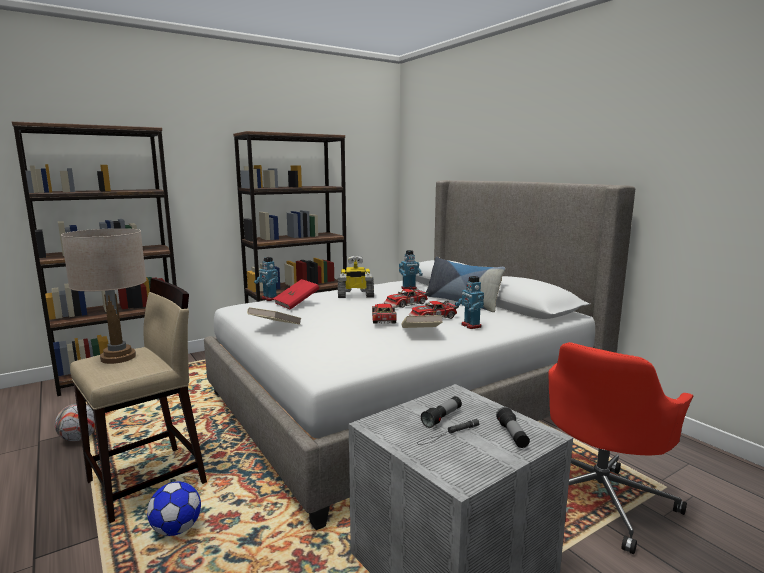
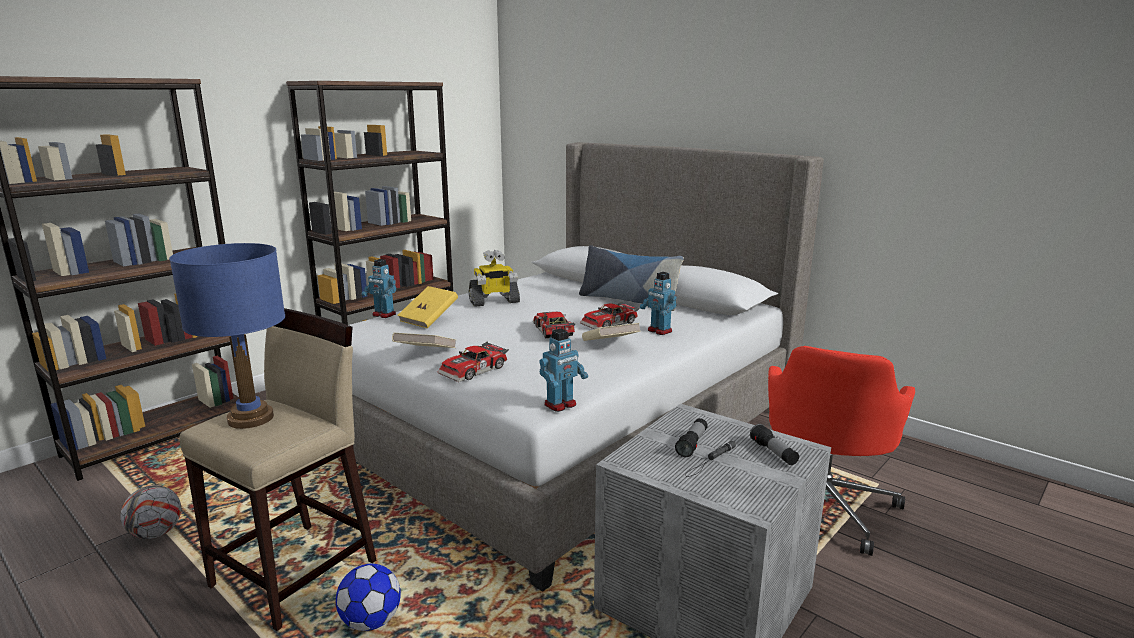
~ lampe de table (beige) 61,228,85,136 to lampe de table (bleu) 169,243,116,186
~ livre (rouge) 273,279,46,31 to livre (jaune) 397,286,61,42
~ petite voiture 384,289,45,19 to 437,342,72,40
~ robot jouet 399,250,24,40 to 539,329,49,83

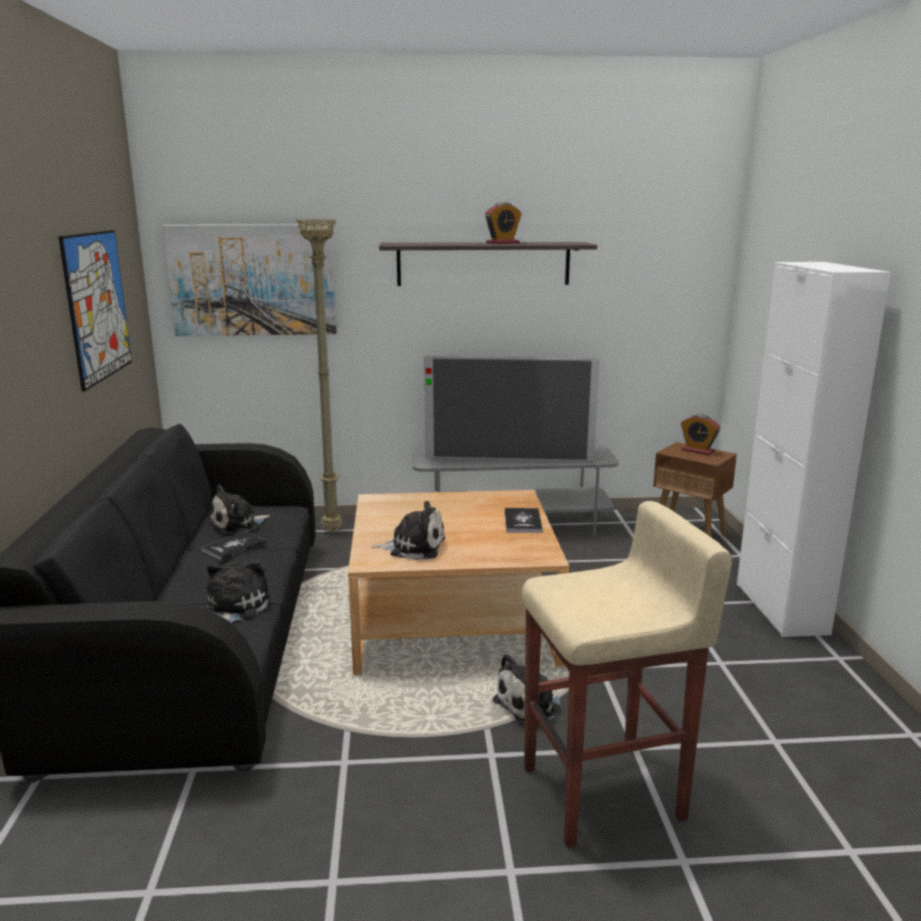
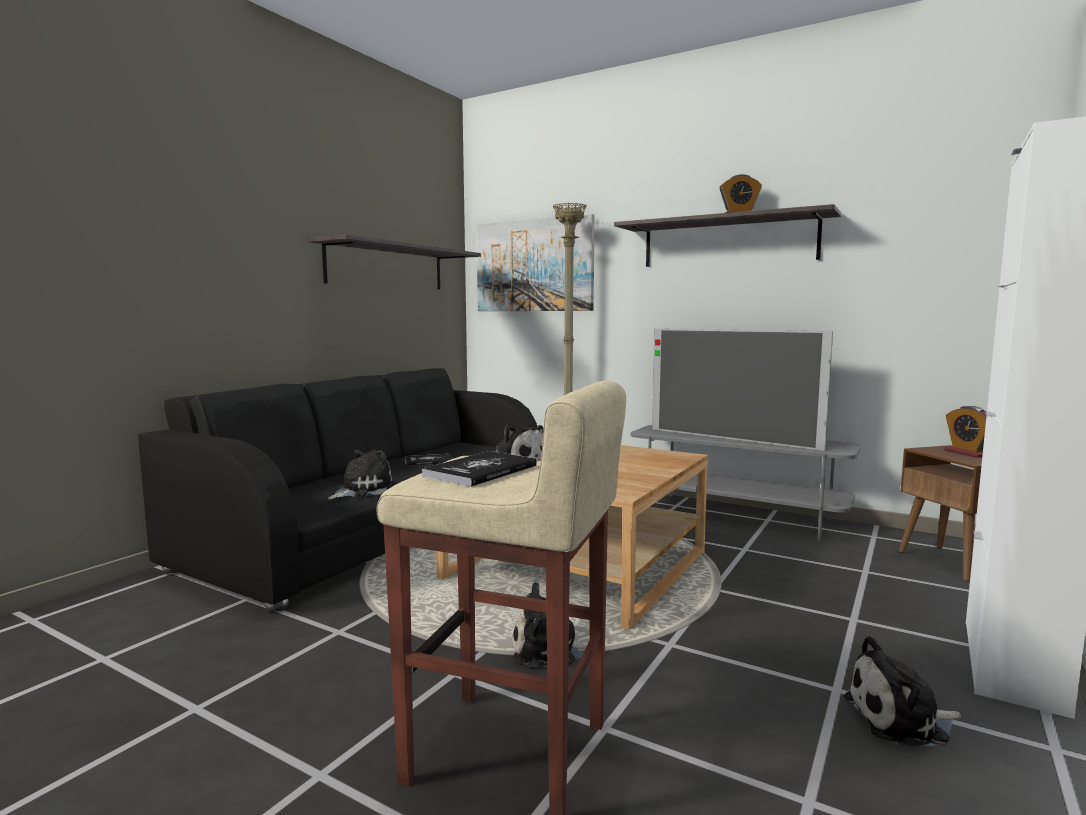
~ tableau 58,230,74,162 to étagère 309,234,172,56
~ peluche 209,485,61,49 to 844,636,117,111
~ livre 504,508,39,25 to 422,451,115,36

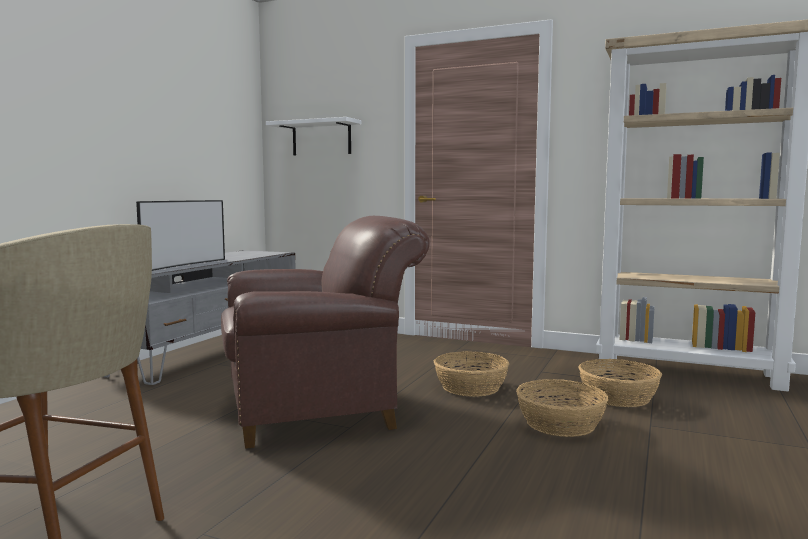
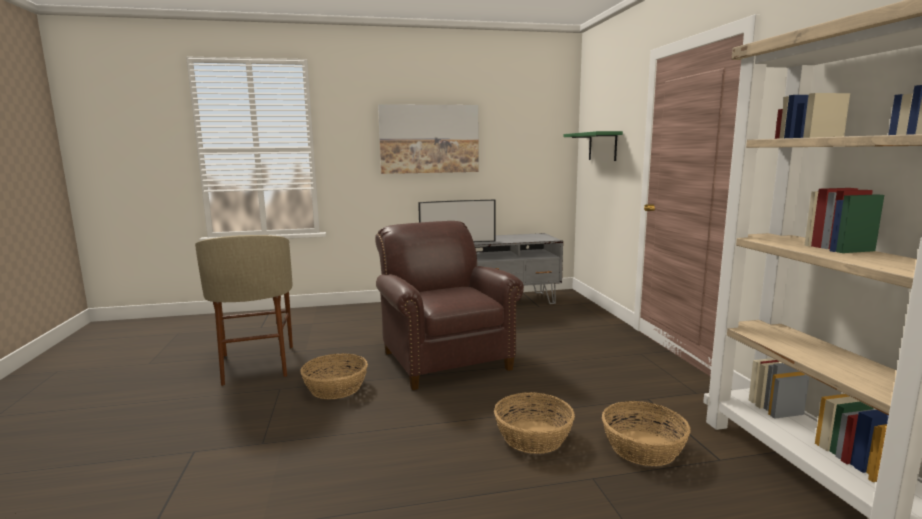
~ fauteuil (marron) 221,216,208,233 = 375,221,149,169 150 degrees counterclockwise
~ étagère (blanc) 266,117,96,39 to étagère (vert) 564,131,59,30
~ panier 434,351,75,46 to 300,353,68,46
+ tableau 378,104,101,70

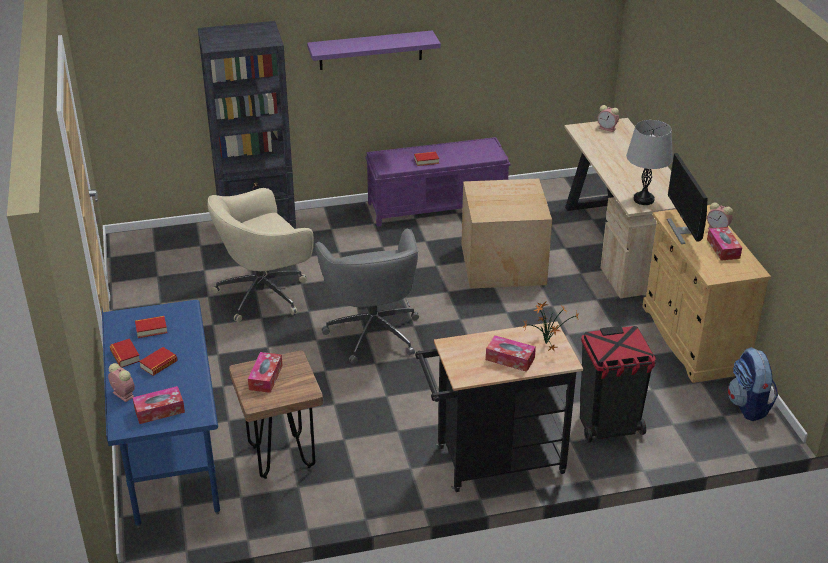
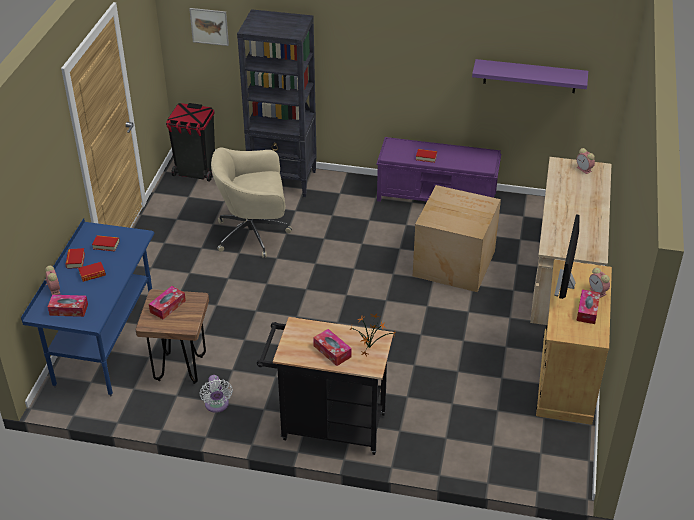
~ étagère (violet) 307,30,134,40 to 472,59,116,34
- chaise de bureau (gris) 315,229,104,135
~ poubelle (noir) 580,326,76,116 to 166,103,49,79
- lampe de table (gris) 626,120,47,85
- sac à dos 728,347,50,74
+ tableau 189,8,40,38
+ ventilateur (blanc) 199,375,34,38

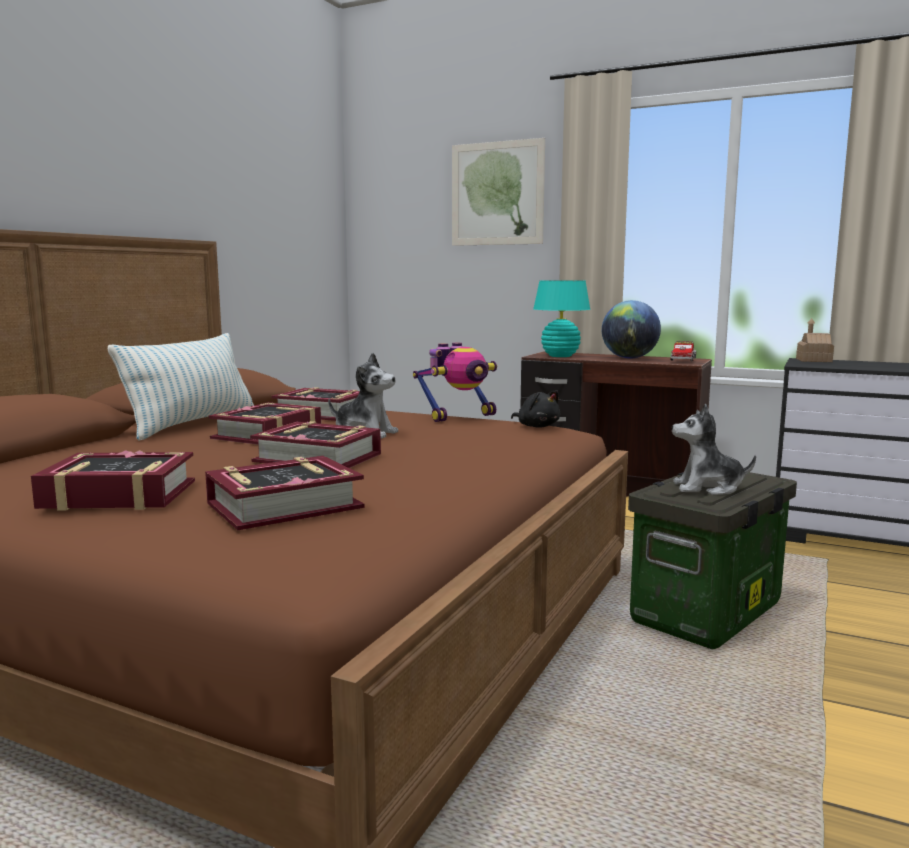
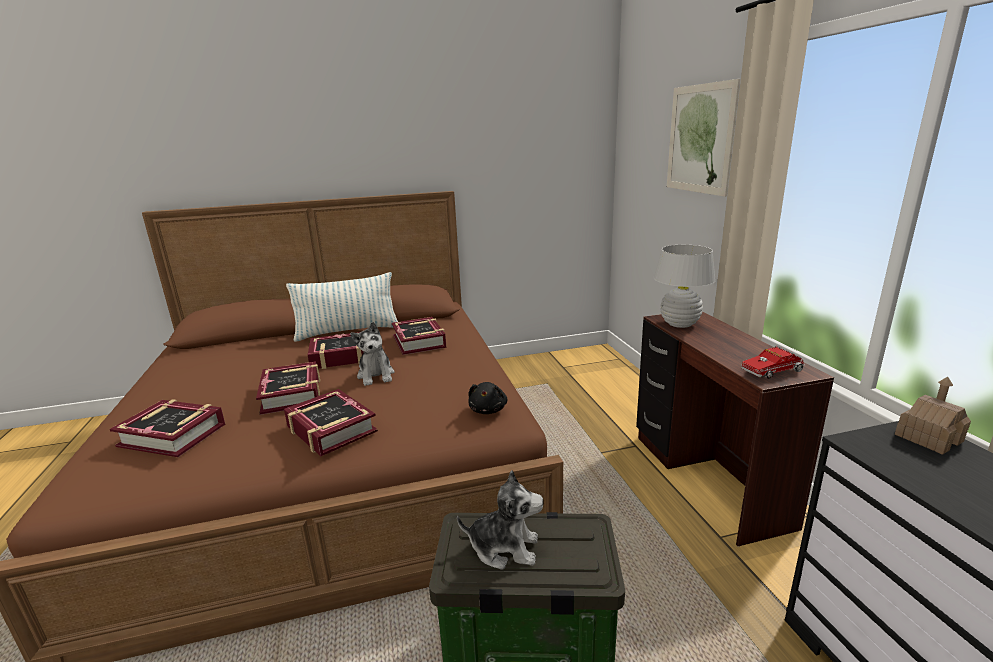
~ livre 31,450,164,60 to 284,389,94,67
- robot jouet 413,343,84,79
~ lampe de table (turquoise) 533,280,57,77 to lampe de table (blanc) 654,245,62,83
- globe 602,300,59,58
~ peluche 672,404,84,91 = 457,470,87,100 135 degrees clockwise

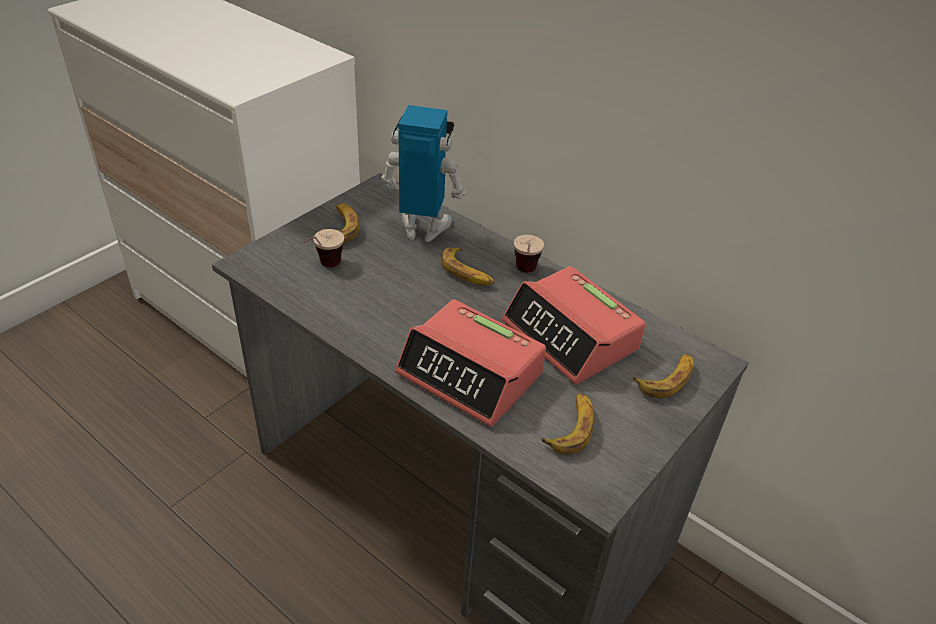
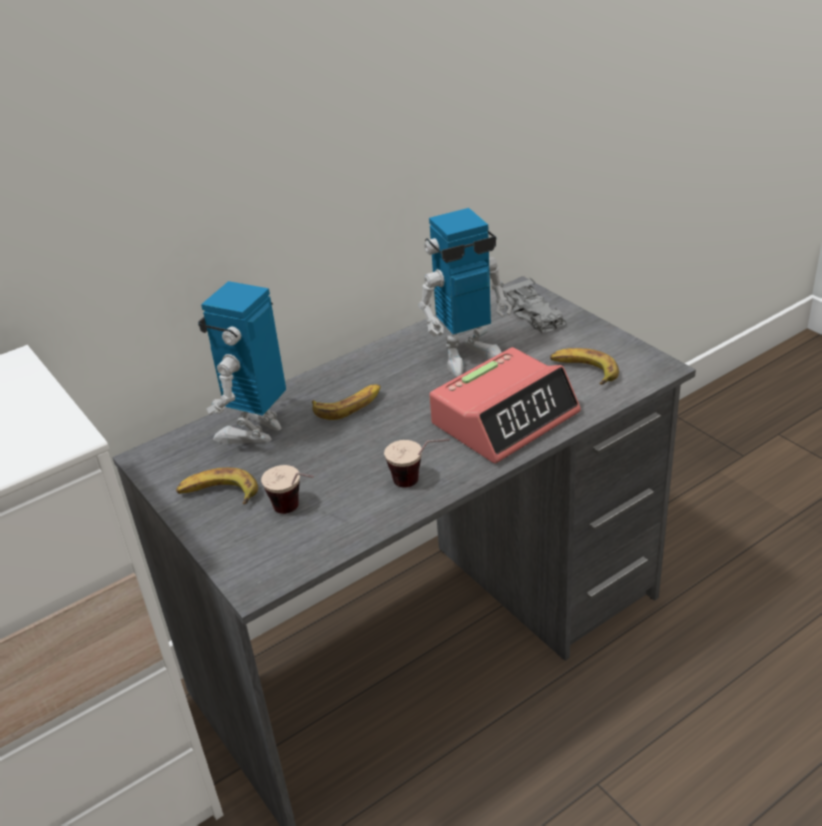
~ réveil 502,266,144,118 to robot jouet 418,208,94,169
~ tasse 514,235,30,38 to 384,439,66,49
~ banane 633,354,61,44 to petite voiture (gris) 502,278,65,56

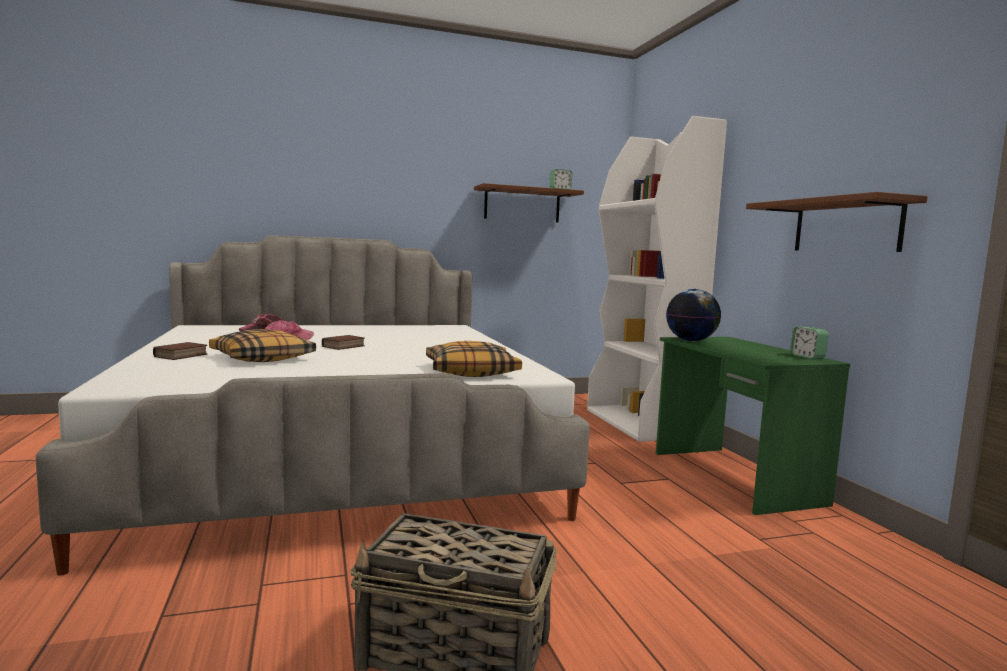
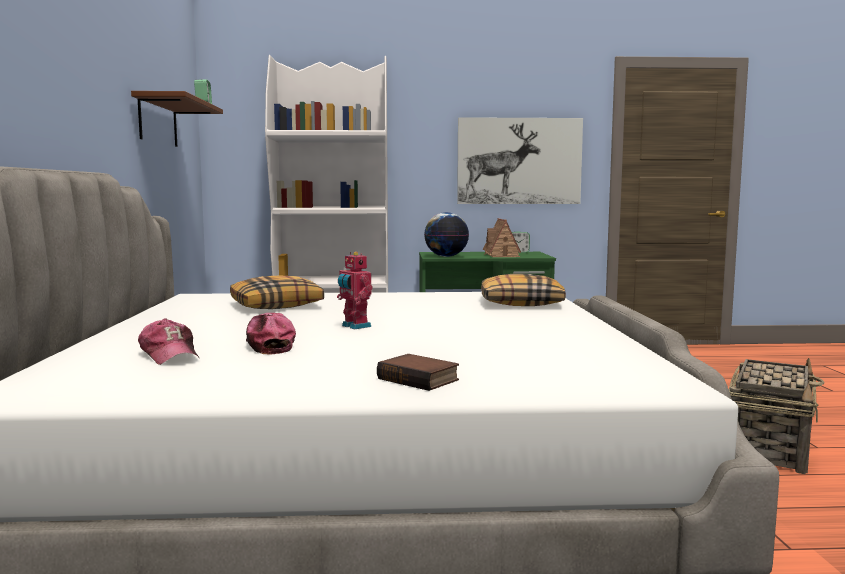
~ coussin 209,329,107,33 to 230,276,94,33
~ livre 322,335,43,15 to robot jouet 337,252,35,77
~ étagère (marron) 746,192,182,60 to tableau 457,117,126,87
+ maison miniature 483,218,38,39

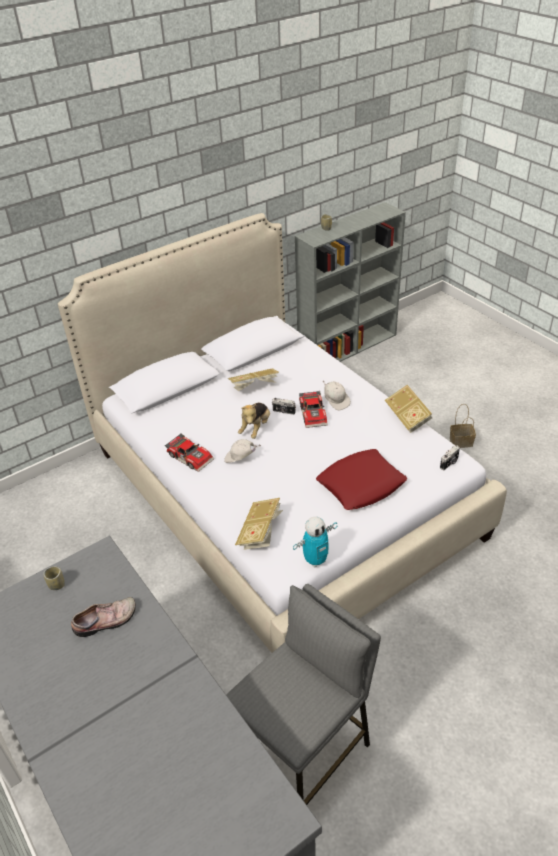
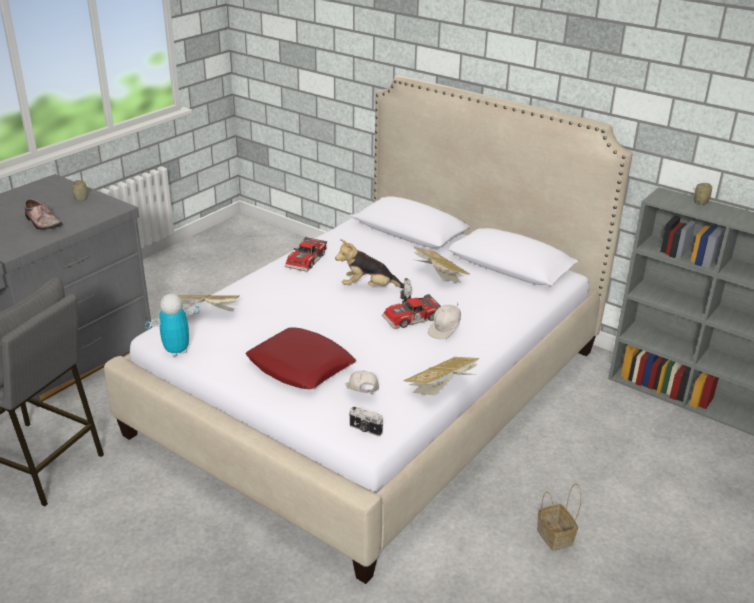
~ casquette (blanc) 224,439,37,24 to 345,371,34,24
~ robot jouet 293,517,45,51 = 145,294,55,63 105 degrees clockwise

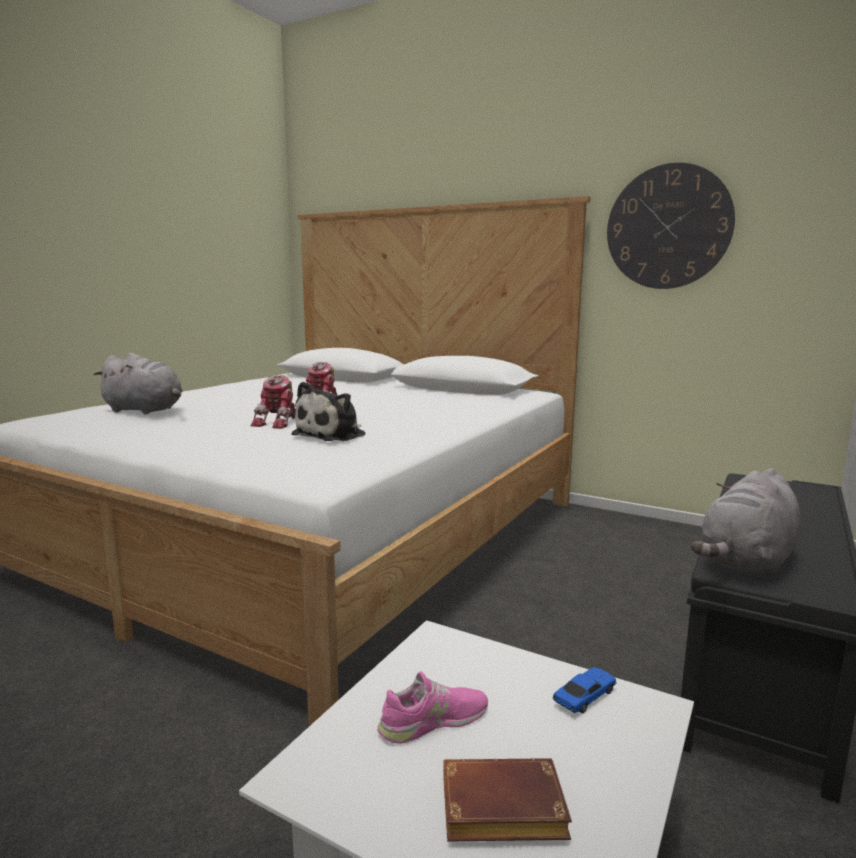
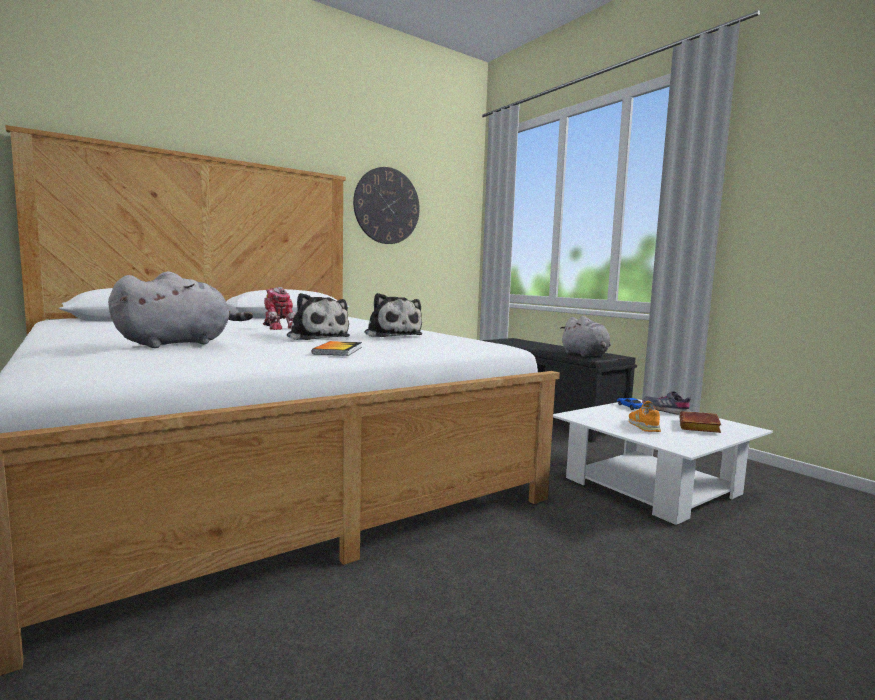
~ robot jouet 250,375,46,54 to peluche 287,293,63,47
~ chaussure (rose) 377,671,111,73 to chaussure (orange) 629,401,32,31
+ livre 312,341,50,15
+ chaussure (gris) 642,391,49,24

